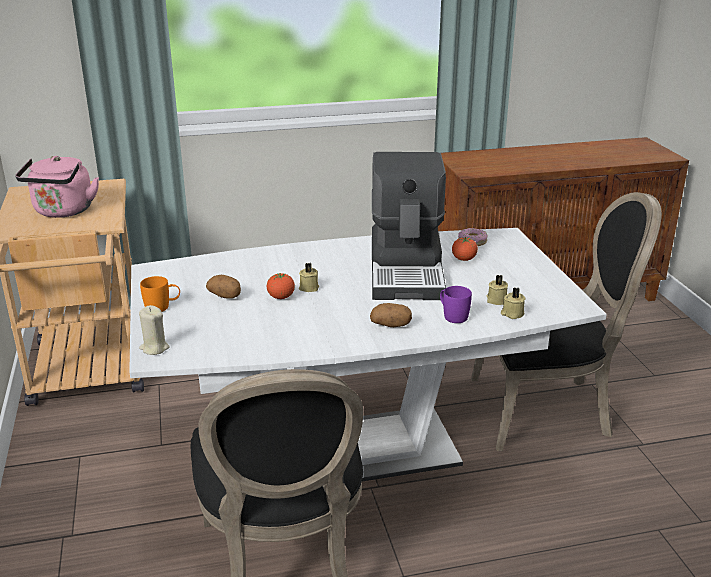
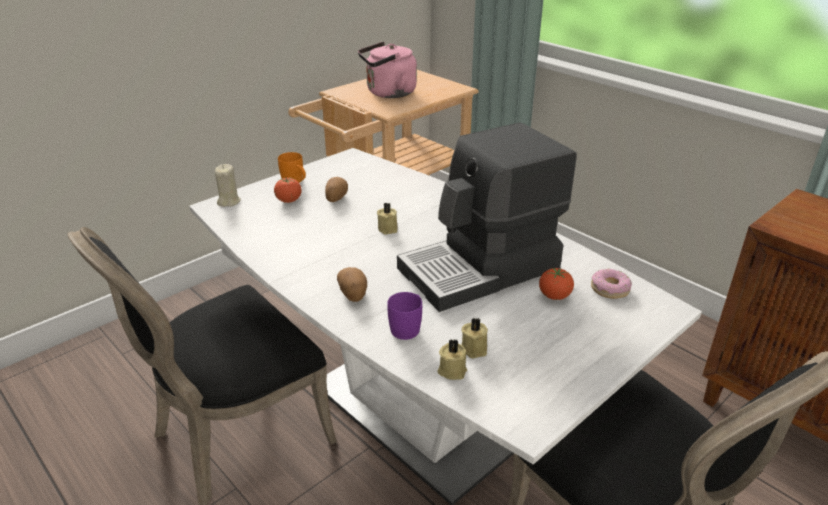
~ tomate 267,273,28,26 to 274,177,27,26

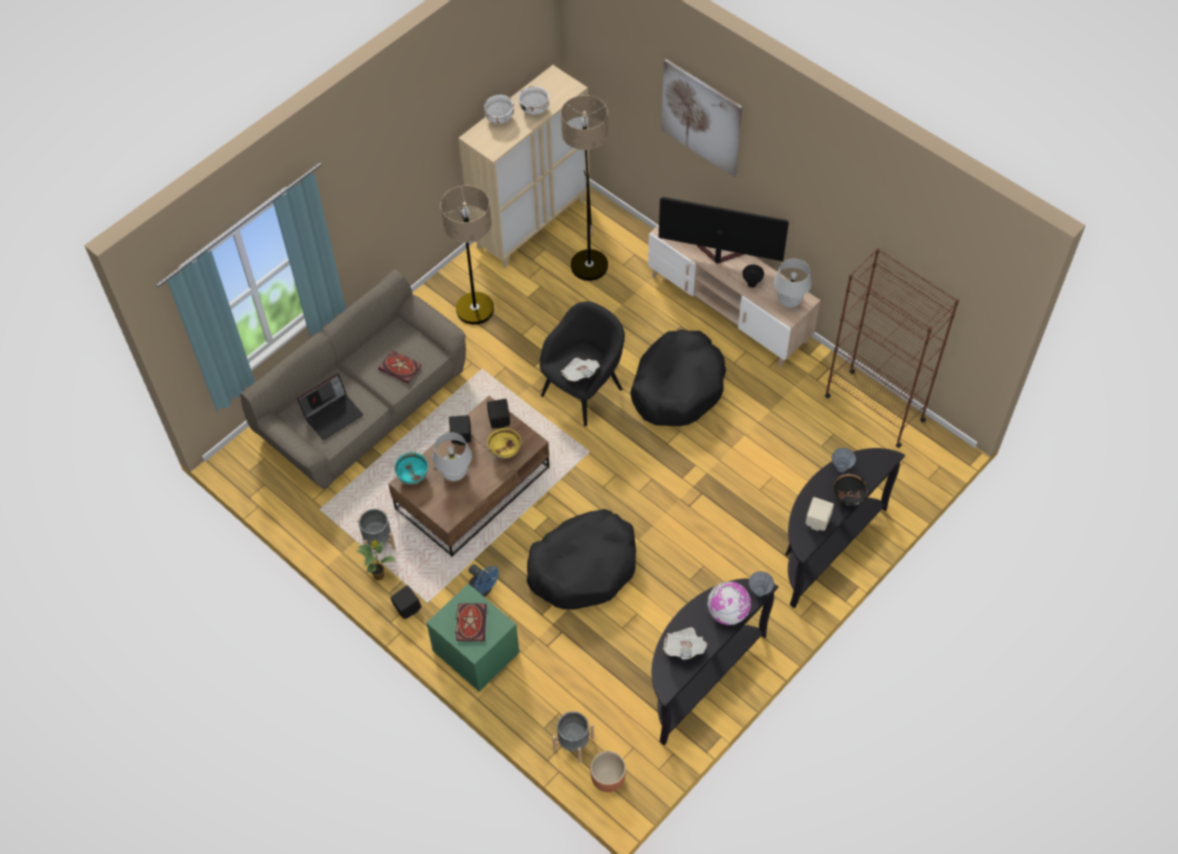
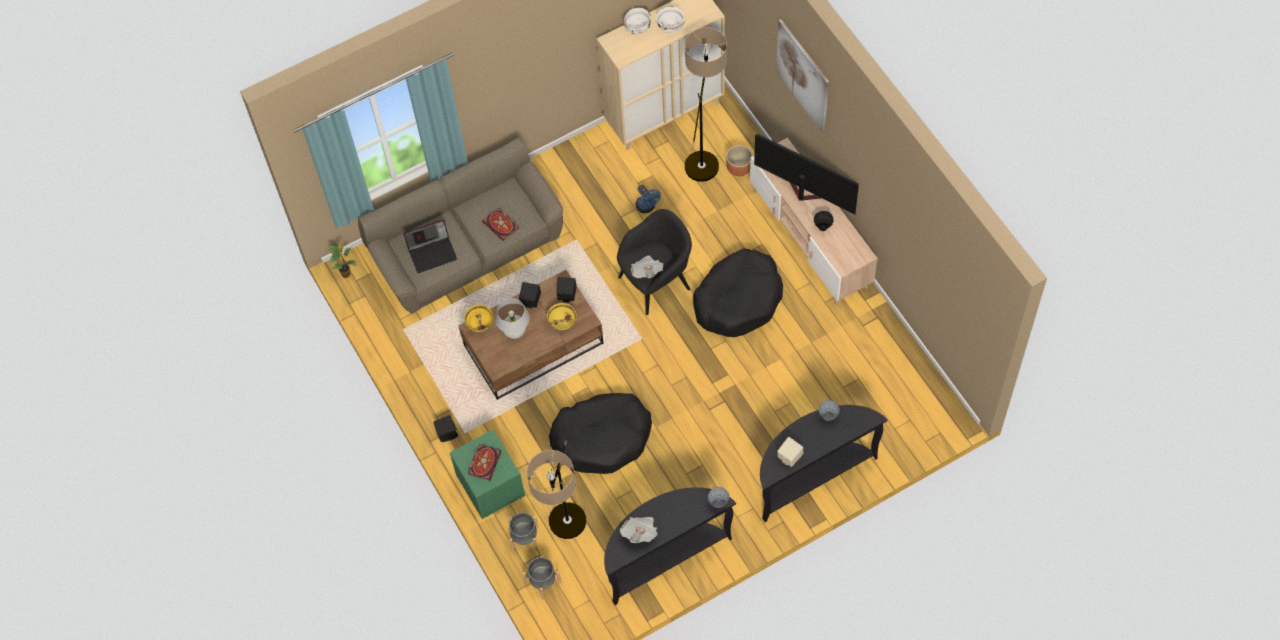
~ plante en pot 356,540,40,41 to 328,245,29,33
~ cache-pot (gris) 358,509,38,41 to 509,513,29,38
~ bol (turquoise) 395,452,33,32 to bol (jaune) 464,304,29,28
~ lampadaire 440,185,54,140 to 527,441,59,98
~ ventilateur (bleu) 469,564,30,33 to 635,185,26,28
~ cache-pot (marron) 590,751,36,41 to 726,145,27,31
- globe 707,581,44,44
- lampe de table (blanc) 774,258,38,50
- bibliothèque (marron) 825,248,134,200
- bol (noir) 833,473,36,33

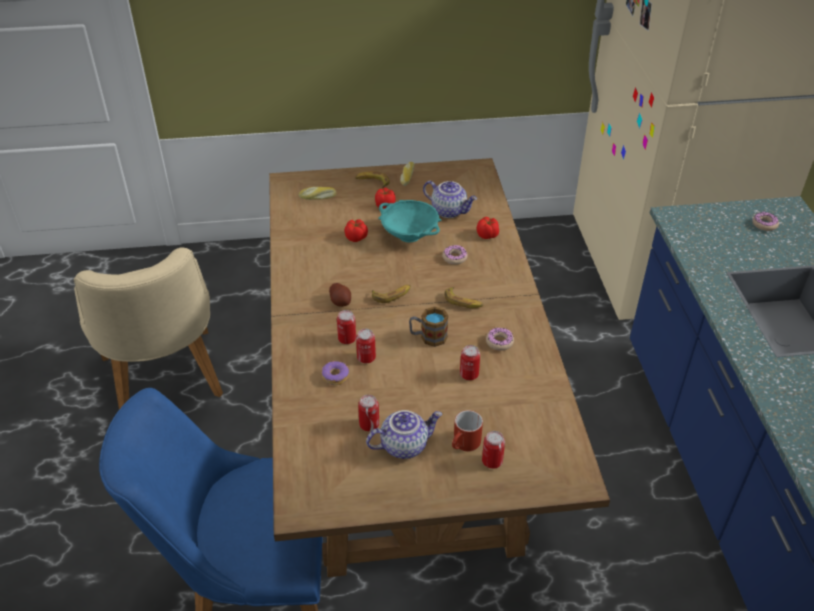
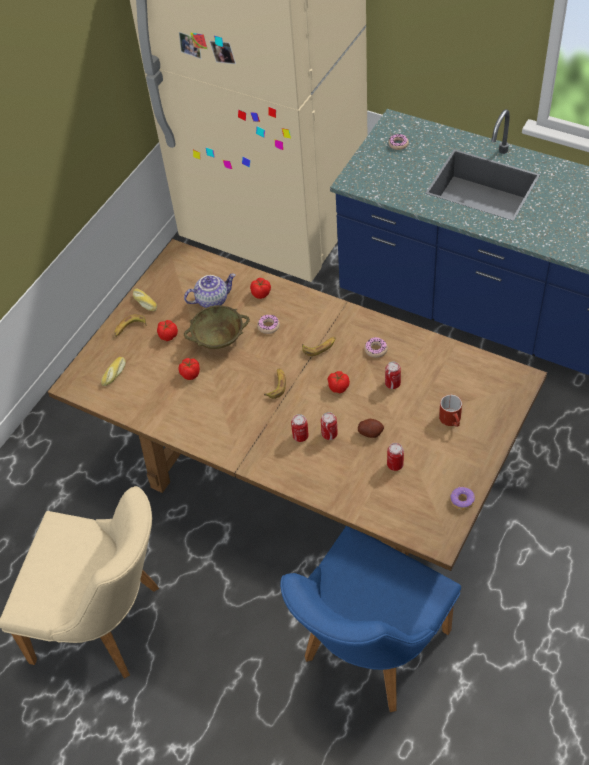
~ beignet 321,361,28,24 to 450,487,25,23
~ pomme de terre 329,283,22,24 to 358,419,26,19
- théière 366,410,76,49
~ bol (turquoise) 378,200,64,43 to bol (beige) 184,305,66,44
~ mug 409,307,39,40 to tomate 327,371,23,22
- boîte métallique 482,431,23,38

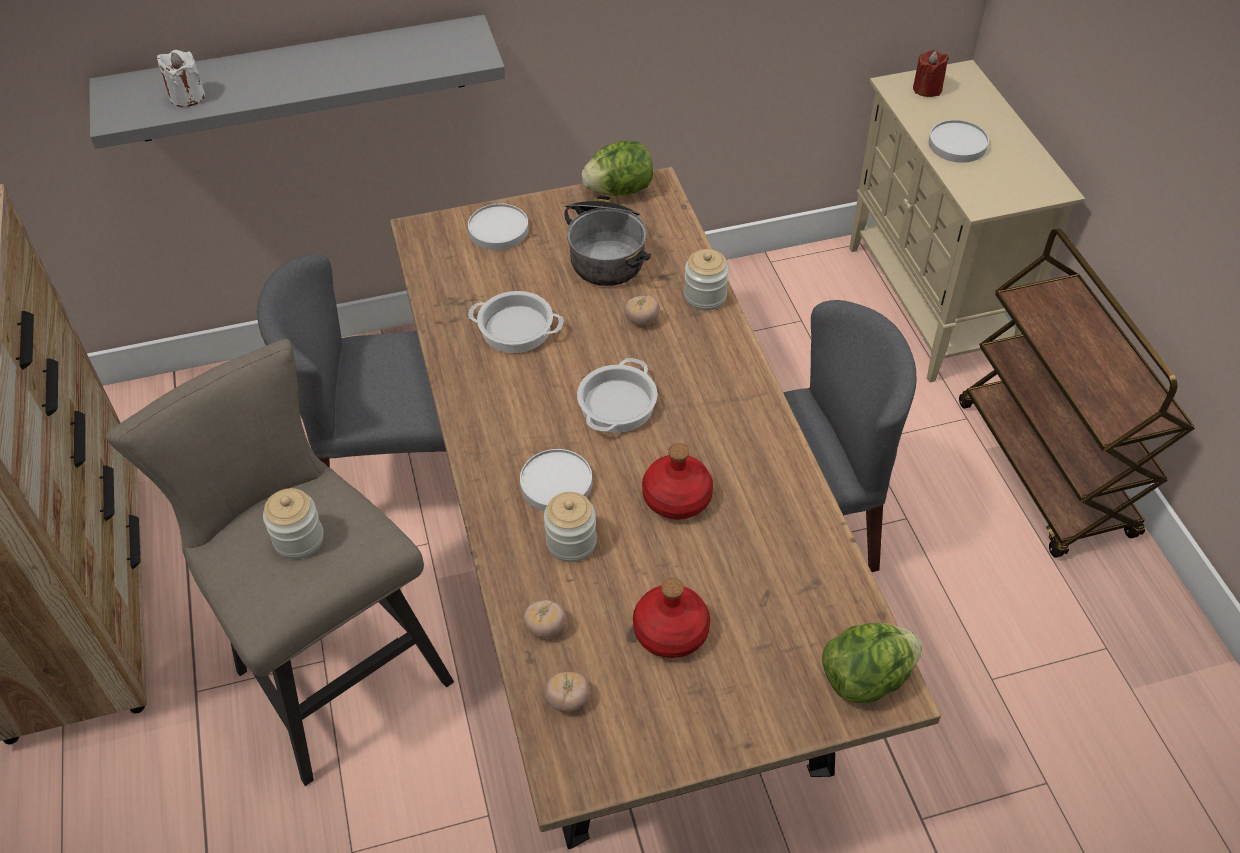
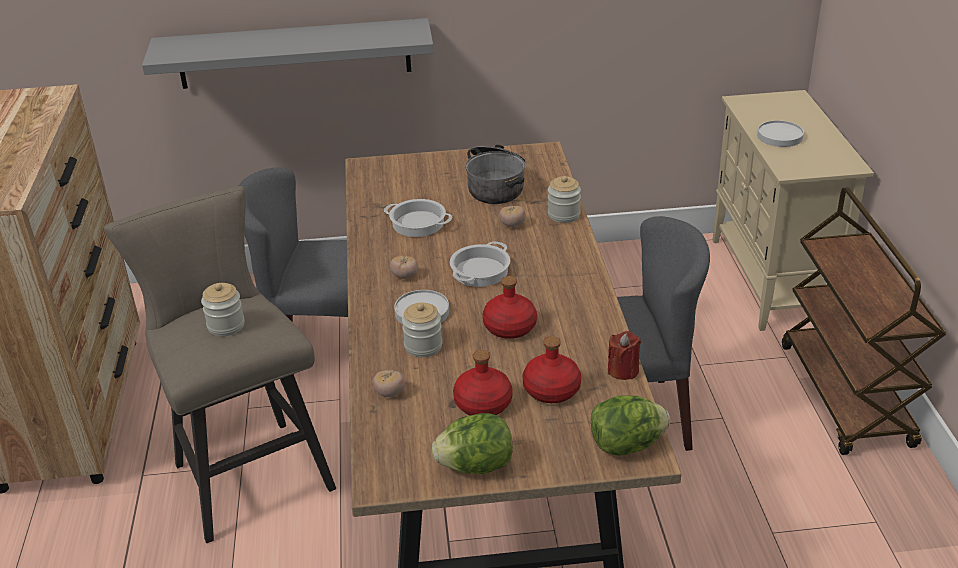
- bougie (blanc) 157,50,48,57
- assiette (blanc) 468,204,61,46
~ tomate 545,672,45,40 to 390,256,28,23
~ laitue 581,141,72,55 to 432,413,81,61
~ bougie (rouge) 913,50,36,47 to 608,331,33,49
+ bouteille (rouge) 522,336,59,67

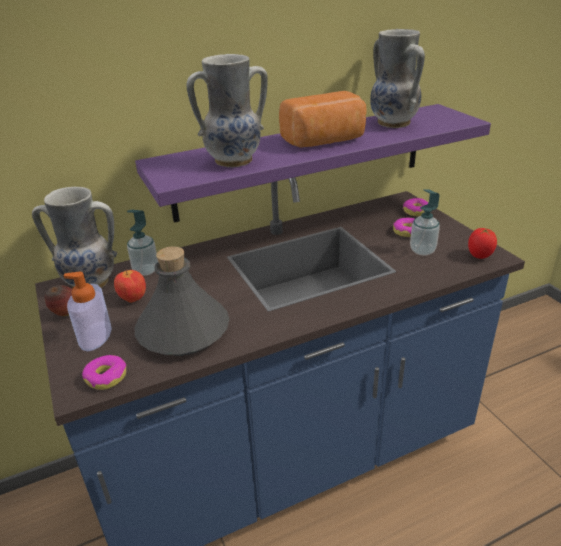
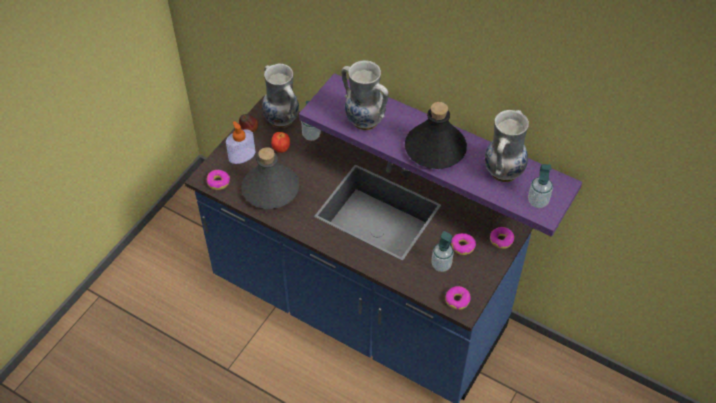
~ pain 279,91,88,57 to bouteille (noir) 405,102,62,67
~ tomate 468,228,29,31 to beignet 445,286,26,24
+ distributeur de savon 528,164,25,44

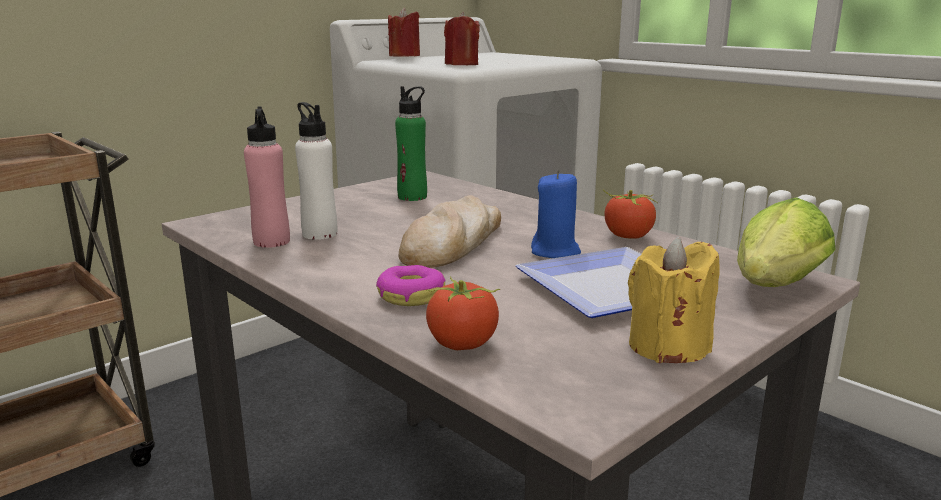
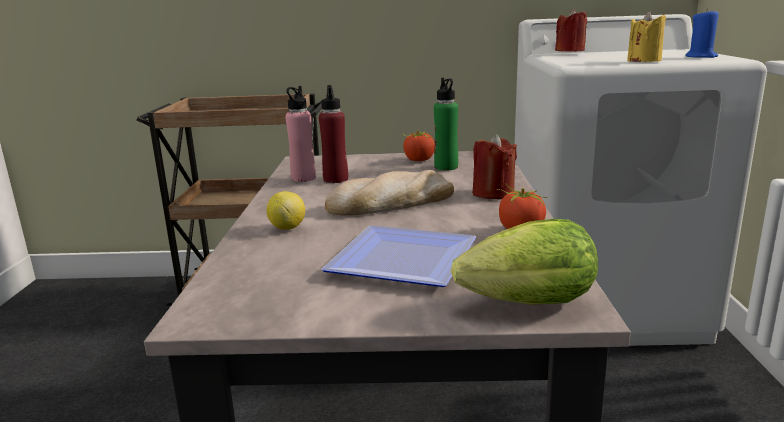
~ bouteille (blanc) 295,102,42,138 to bouteille (rouge) 319,85,29,98
~ beignet 376,265,69,41 to citron 267,191,38,39
~ tomate 426,276,74,74 to 403,130,32,31
~ bougie (rouge) 444,12,36,53 to 472,133,45,66
~ bougie (bleu) 531,170,50,88 to 685,8,34,50
~ bougie (jaune) 628,236,91,127 to 627,11,39,51

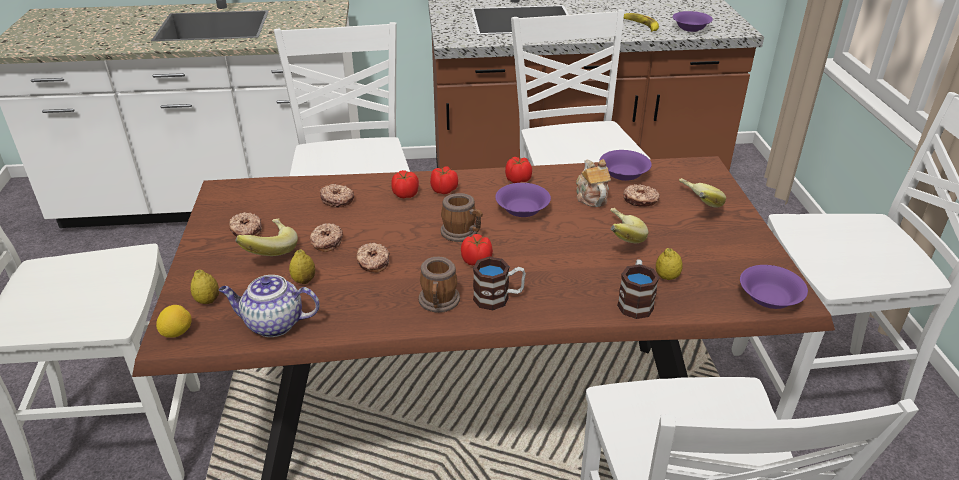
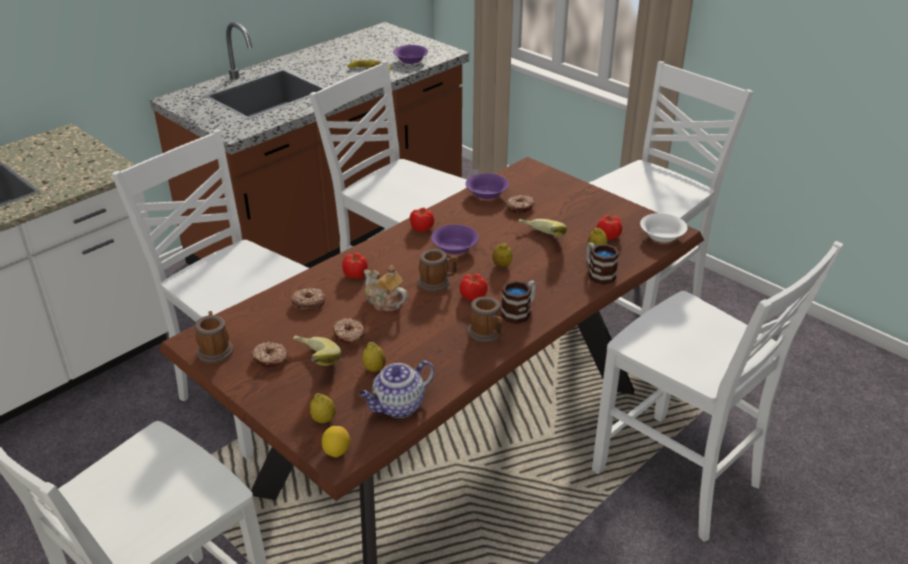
- beignet 356,243,34,30
~ tomate 430,166,28,28 to 597,215,25,25
~ théière 576,159,35,48 to 364,265,44,46
- banane 679,178,47,30
~ bol (violet) 740,265,68,44 to bol (blanc) 640,213,48,29
+ mug 195,311,38,52
+ citron 492,243,20,25

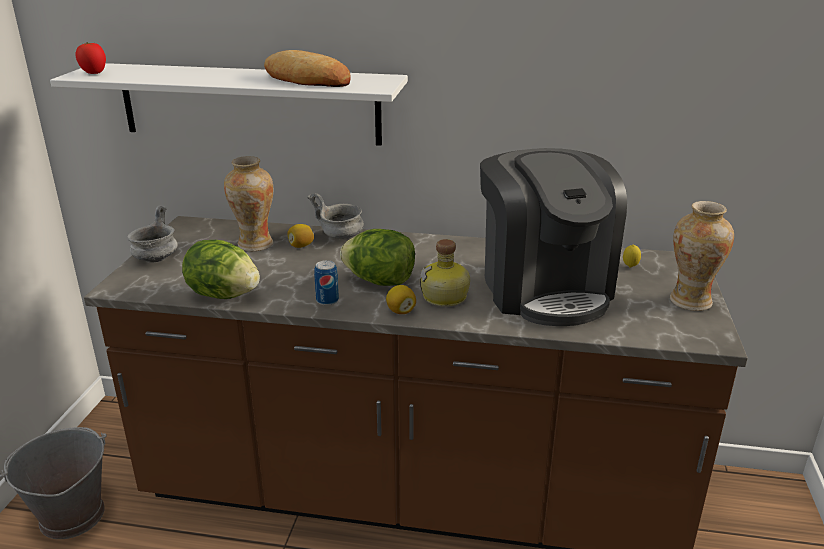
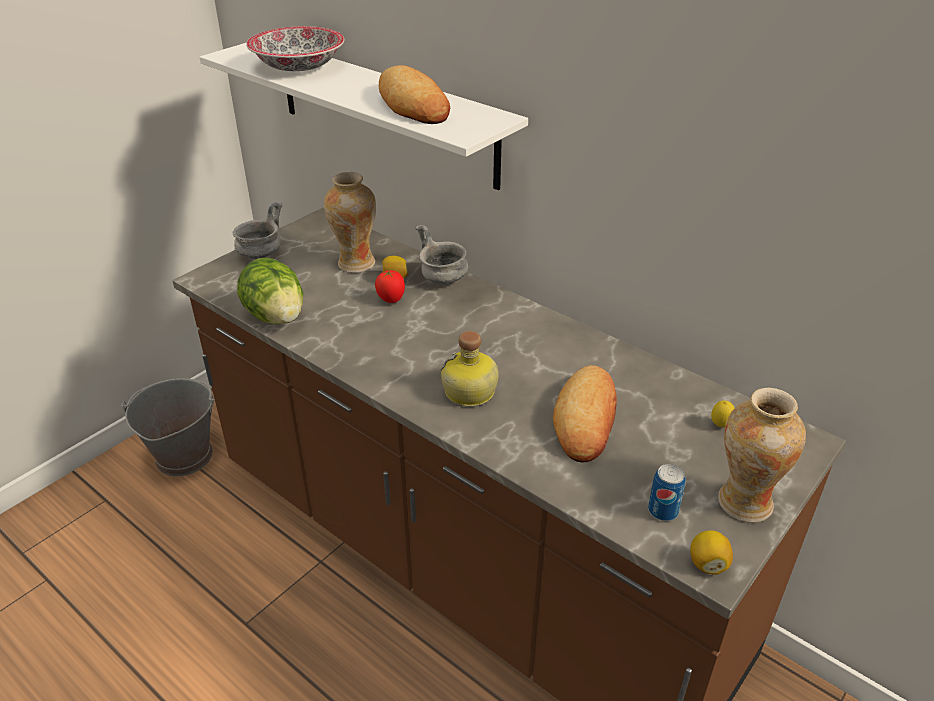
~ tomate 76,42,30,32 to 375,269,30,34
~ boîte métallique 314,260,25,46 to 648,464,38,57
- laitue 340,229,75,57
~ citron 386,285,30,29 to 690,530,43,45
~ machine à café 480,148,147,178 to pain 553,365,64,98
+ bol 246,26,99,45

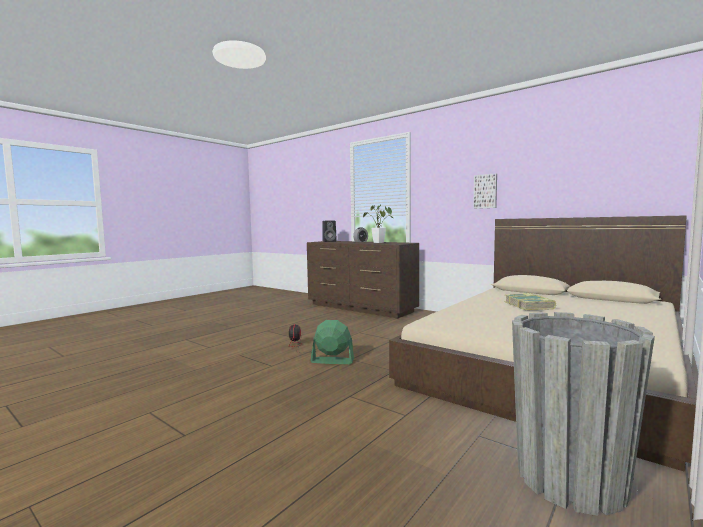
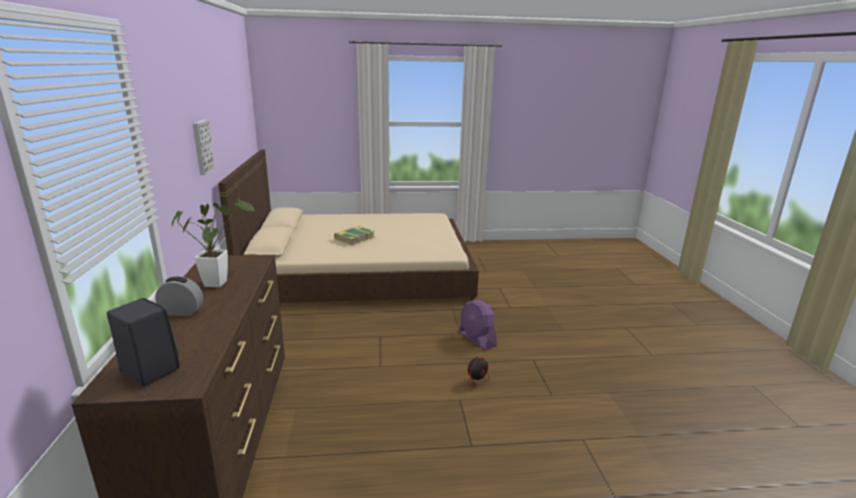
~ ventilateur (vert) 310,320,44,44 to ventilateur (violet) 459,300,38,50
- cache-pot (gris) 512,312,143,204

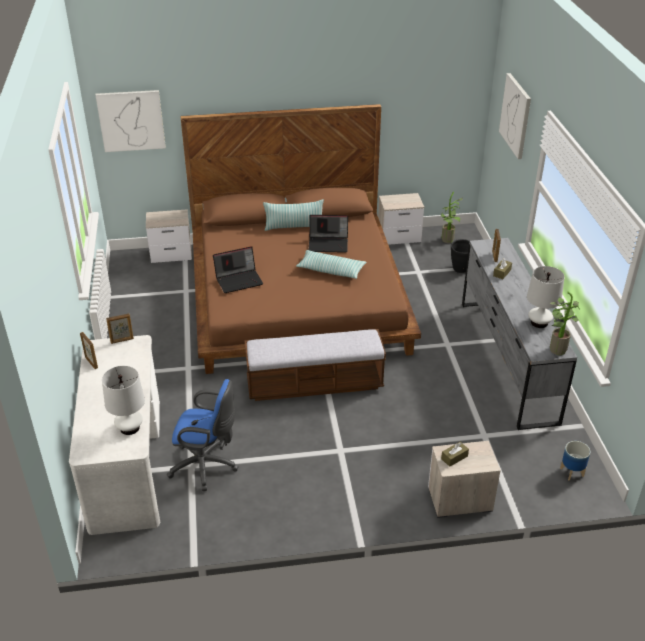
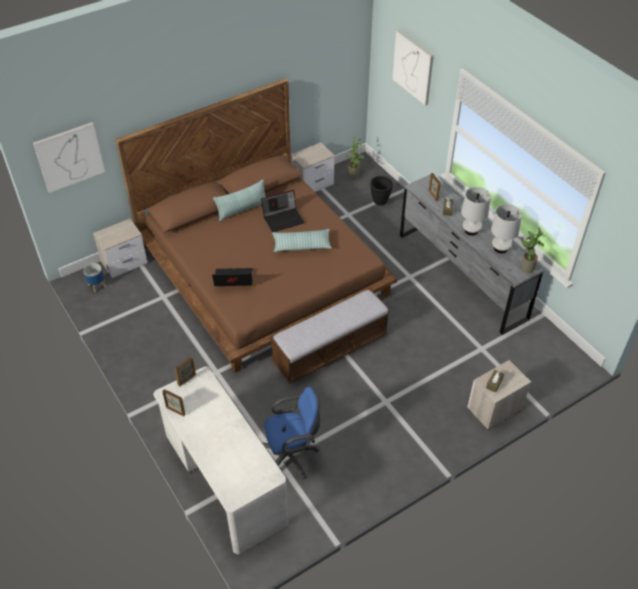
~ lampe de table (blanc) 102,366,43,69 to 461,187,30,49
~ ordinateur portable 213,246,50,47 = 212,268,41,18 135 degrees counterclockwise
~ cache-pot 560,441,30,40 to 83,263,23,29

